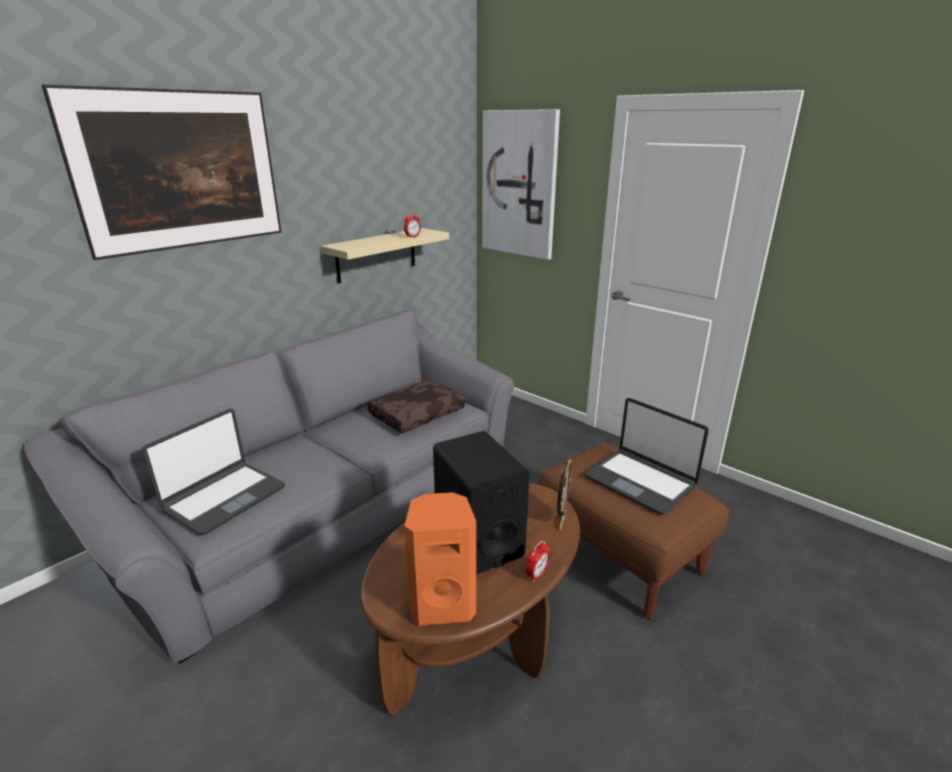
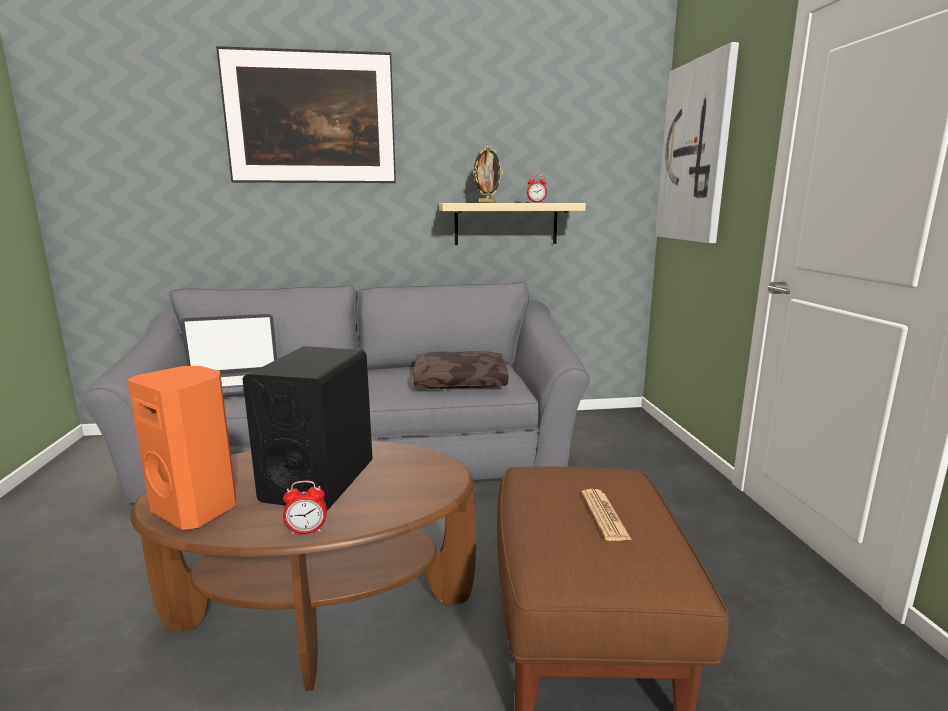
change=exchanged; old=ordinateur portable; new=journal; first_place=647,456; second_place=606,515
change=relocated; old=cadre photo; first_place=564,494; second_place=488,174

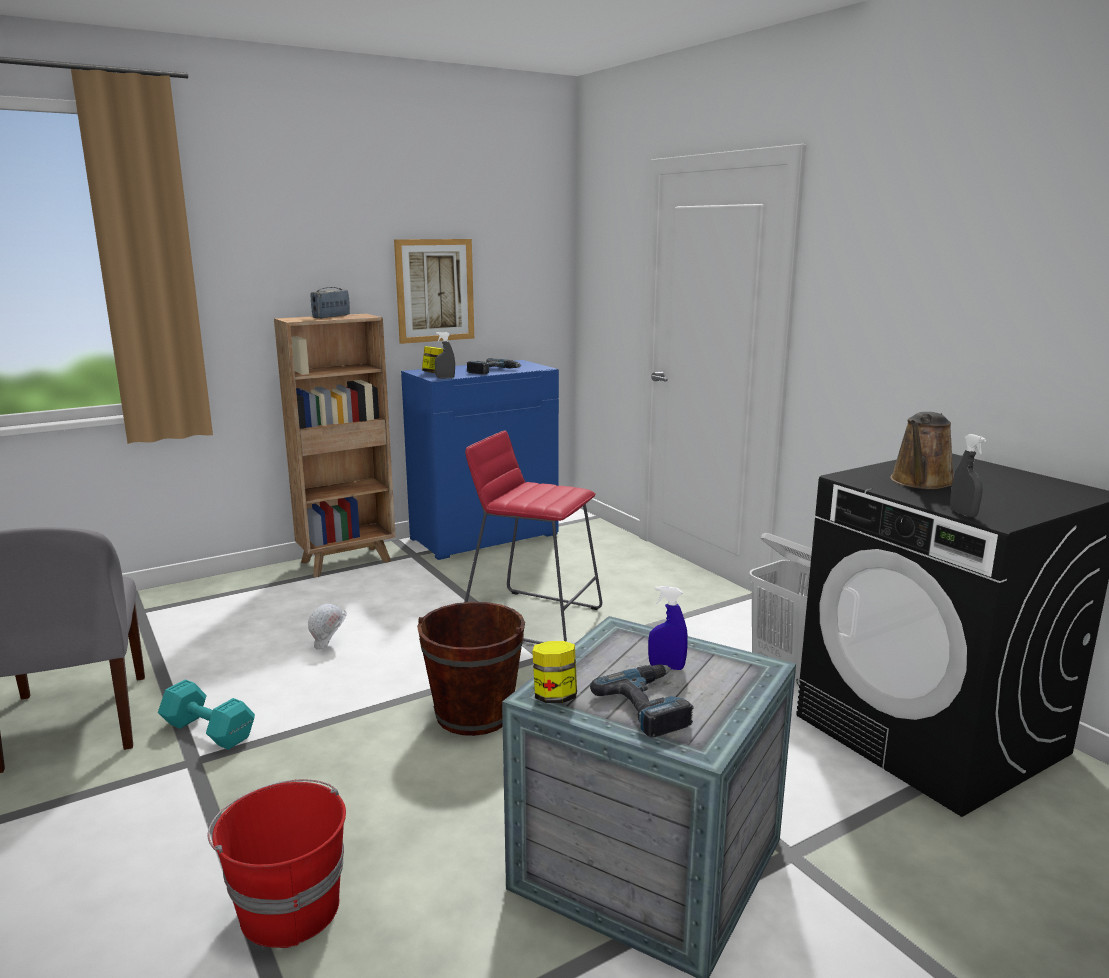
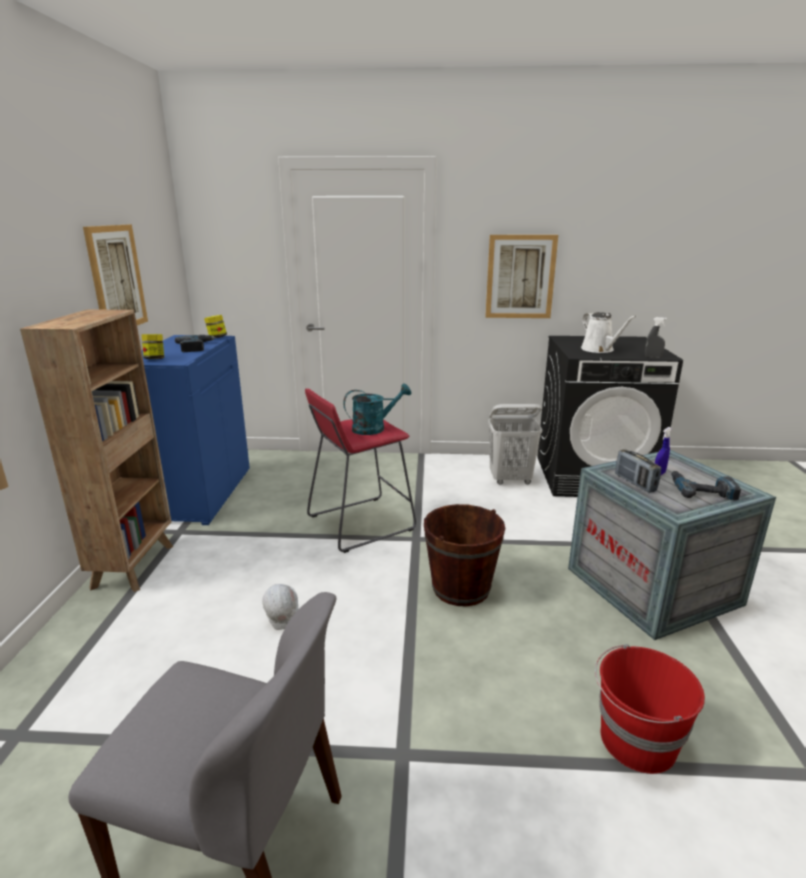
change=relocated; old=radio; first_place=330,303; second_place=638,471
change=missing; old=vaporisateur/gris; first_place=445,355
change=colour; old=arrosoir/marron; new=arrosoir/blanc; first_place=922,450; second_place=608,332
change=relocated; old=bocal; first_place=554,672; second_place=215,326
change=missing; old=haltère/turquoise; first_place=206,714
change=appeared; new=tableau; second_place=521,276
change=appeared; new=arrosoir/turquoise; second_place=377,409

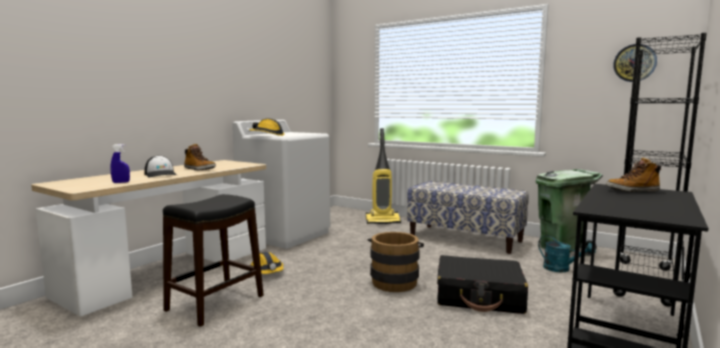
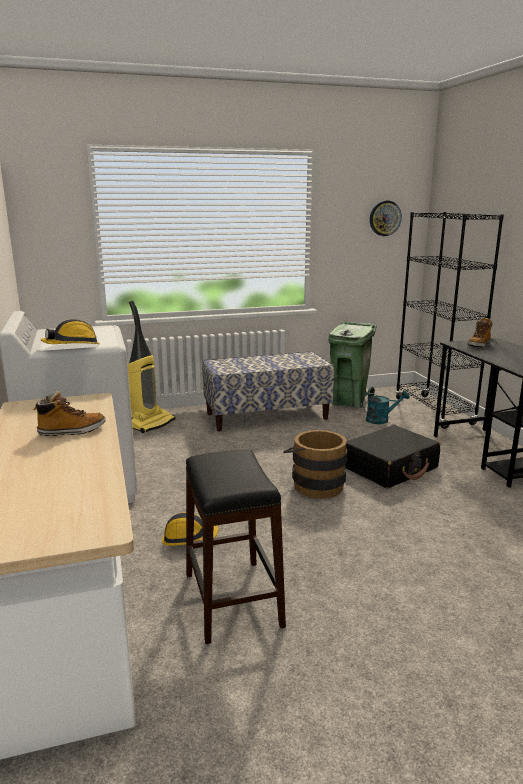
change=missing; old=vaporisateur/bleu; first_place=120,163
change=missing; old=casquette; first_place=160,166

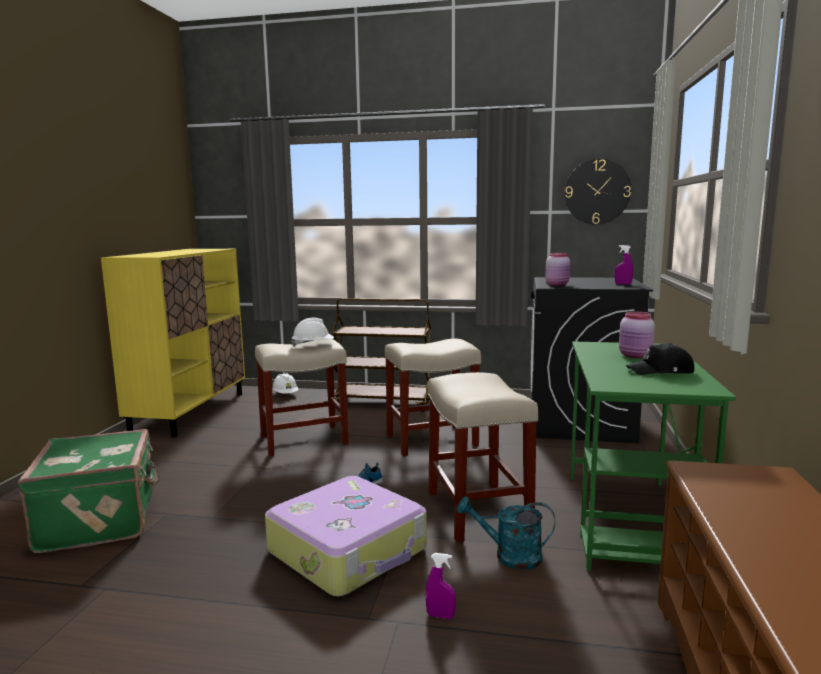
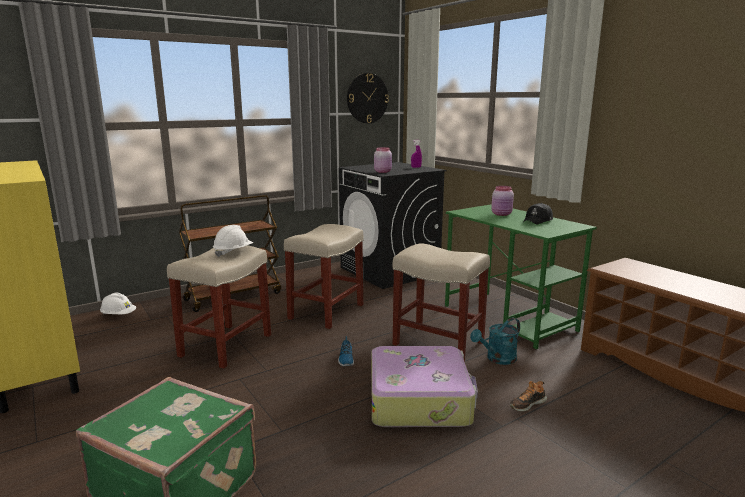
change=exchanged; old=vaporisateur/violet; new=chaussure; first_place=441,586; second_place=528,396

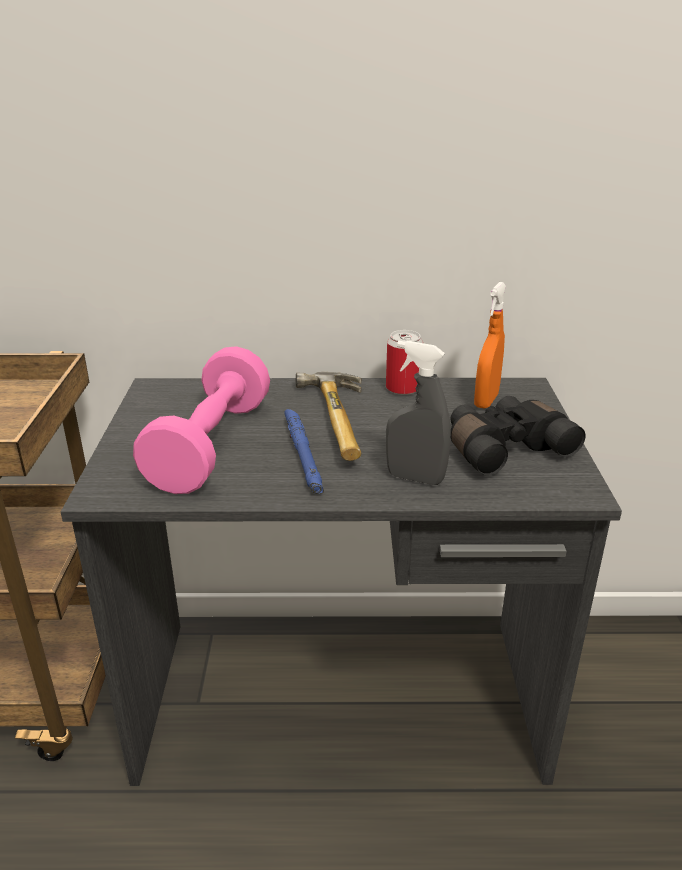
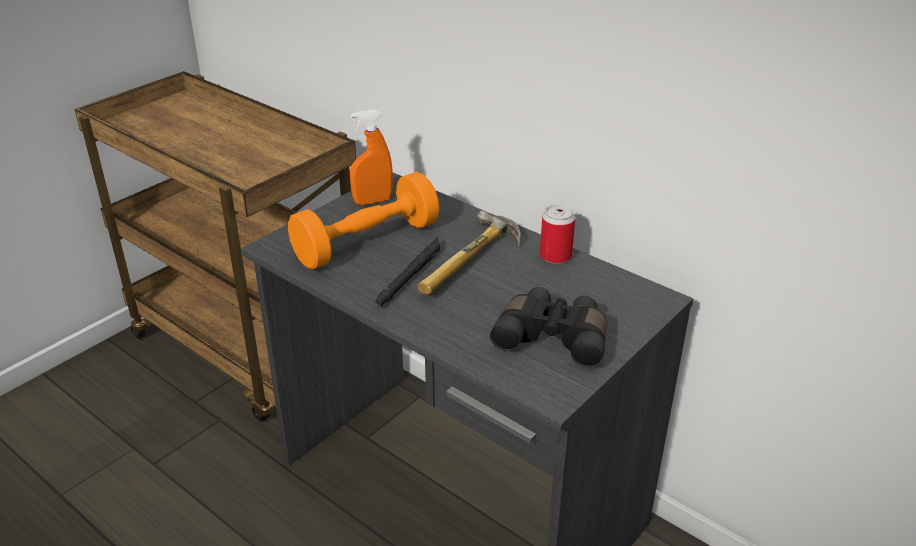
change=relocated; old=vaporisateur/orange; first_place=490,345; second_place=371,157
change=missing; old=vaporisateur/gris; first_place=418,413
change=colour; old=haltère/rose; new=haltère/orange; first_place=201,420; second_place=363,220
change=colour; old=lampe de poche/bleu; new=lampe de poche/noir; first_place=304,451; second_place=407,272

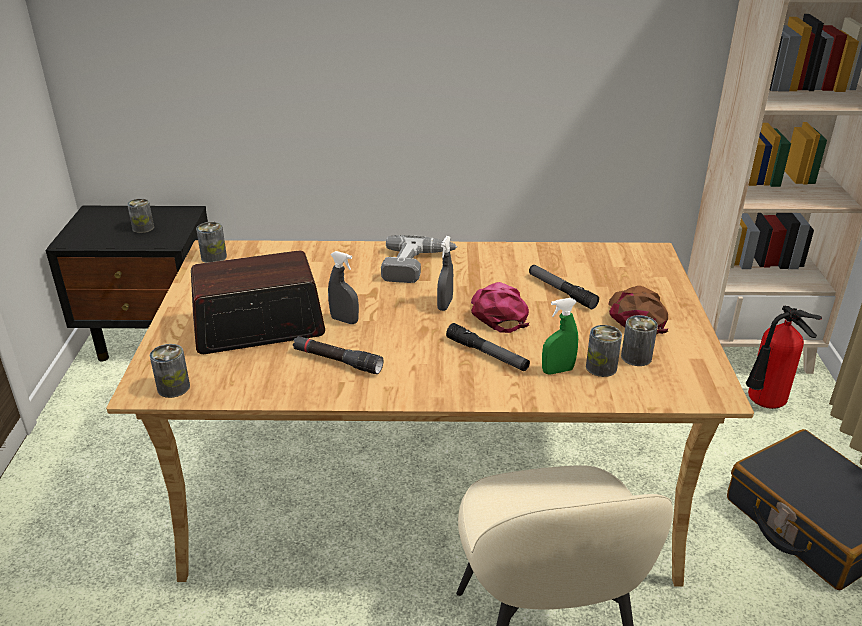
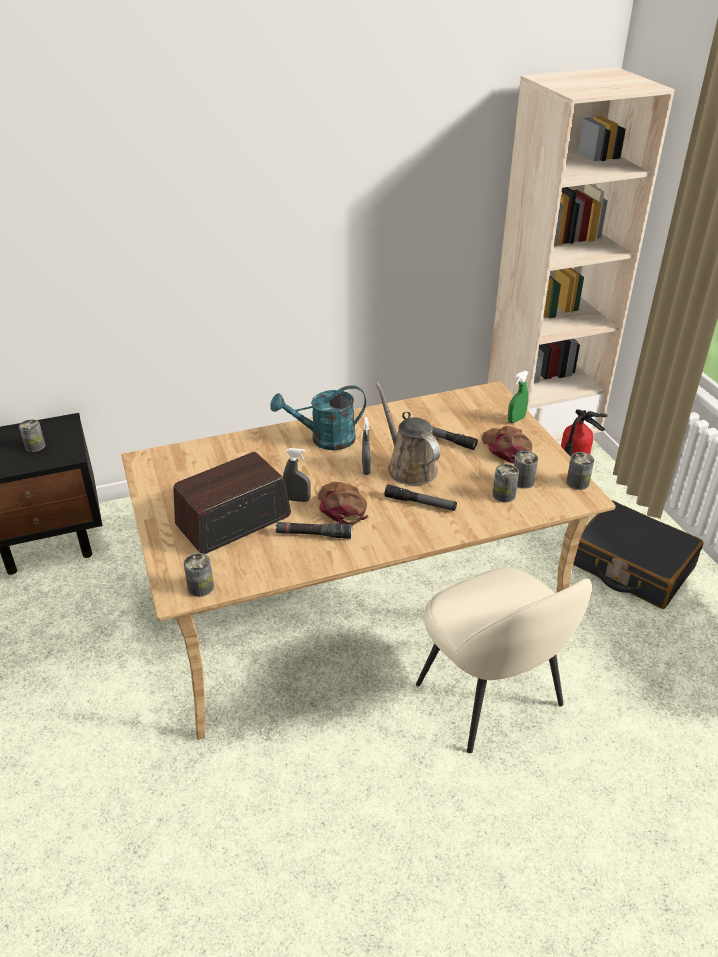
change=relocated; old=boîte métallique; first_place=211,242; second_place=580,471
change=exchanged; old=perceuse; new=arrosoir/turquoise; first_place=419,259; second_place=318,417
change=exchanged; old=casquette/rose; new=arrosoir/marron; first_place=500,307; second_place=408,433
change=relocated; old=vaporisateur/vert; first_place=560,336; second_place=518,397
change=appeared; new=casquette/marron; second_place=343,503

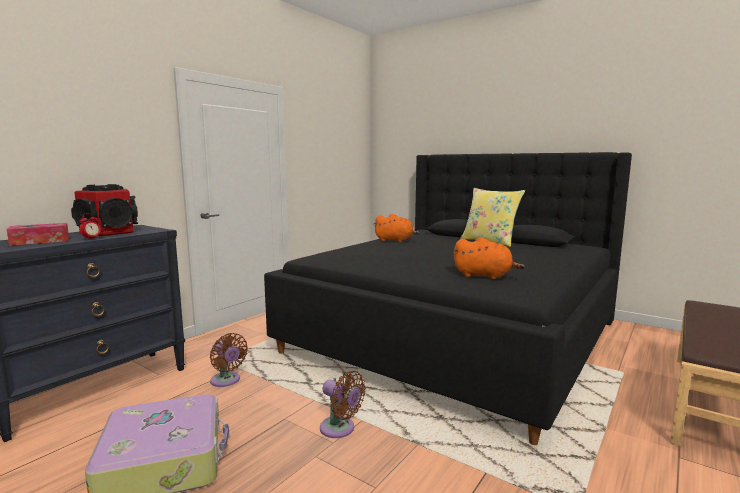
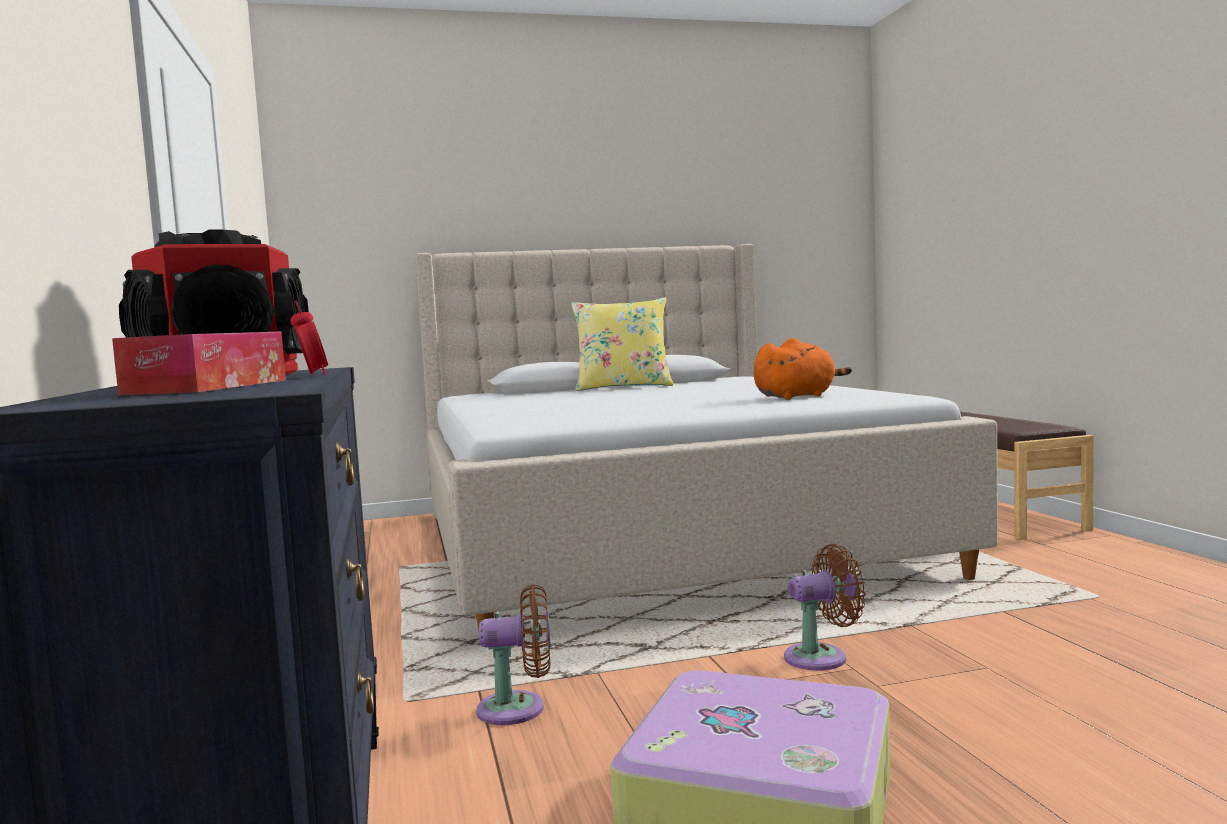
change=colour; old=lit/noir; new=lit/beige; first_place=448,298; second_place=706,437
change=missing; old=peluche/orange; first_place=396,228

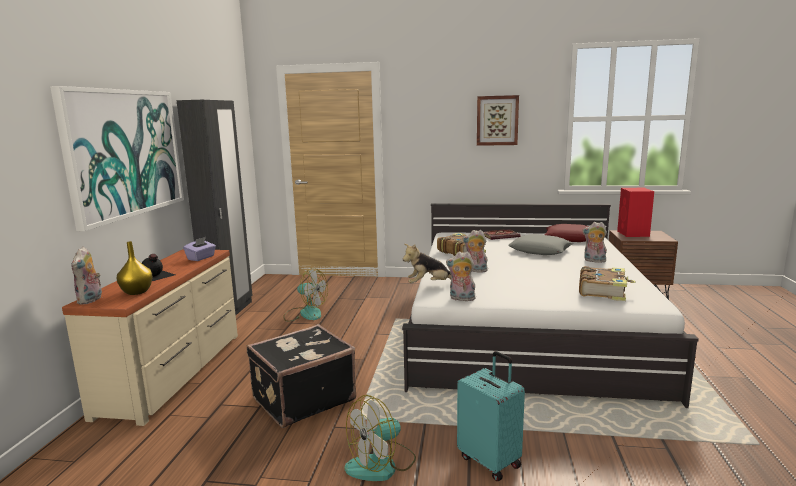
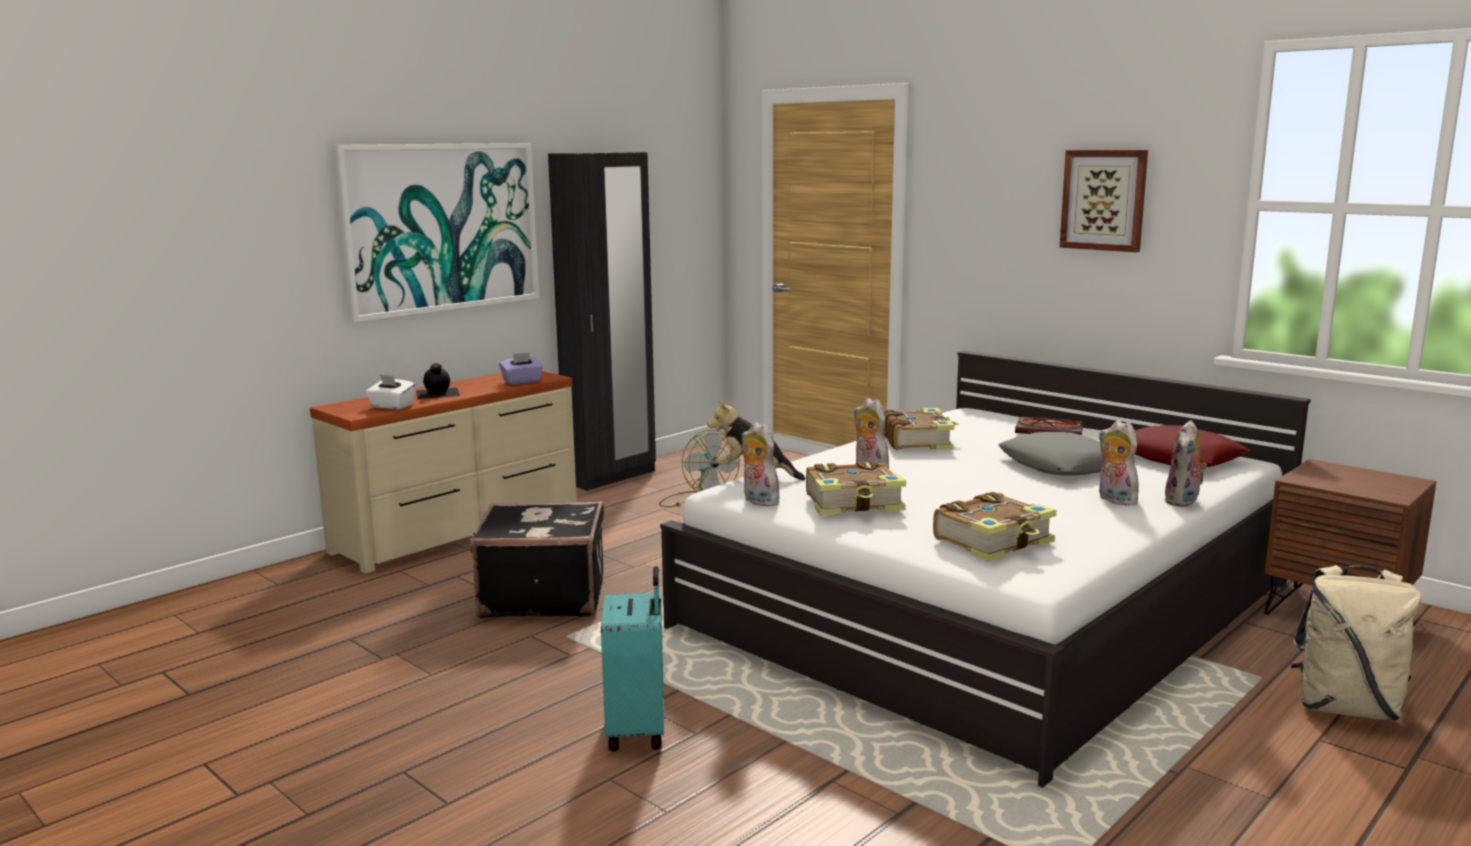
change=missing; old=enceinte/rouge; first_place=635,212
change=exchanged; old=vase/jaune; new=boîte à mouchoirs/blanc; first_place=135,268; second_place=391,391
change=relocated; old=peluche; first_place=86,275; second_place=1186,463
change=missing; old=ventilateur; first_place=380,438
change=appeared; new=livre; second_place=856,488
change=appeared; new=sac à dos/beige; second_place=1356,643

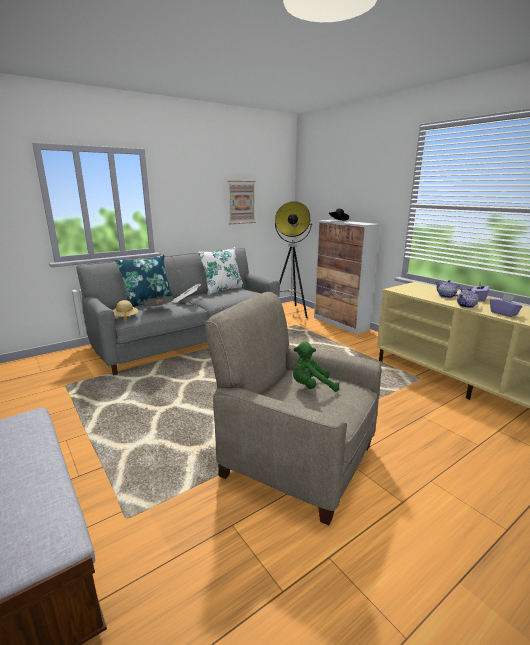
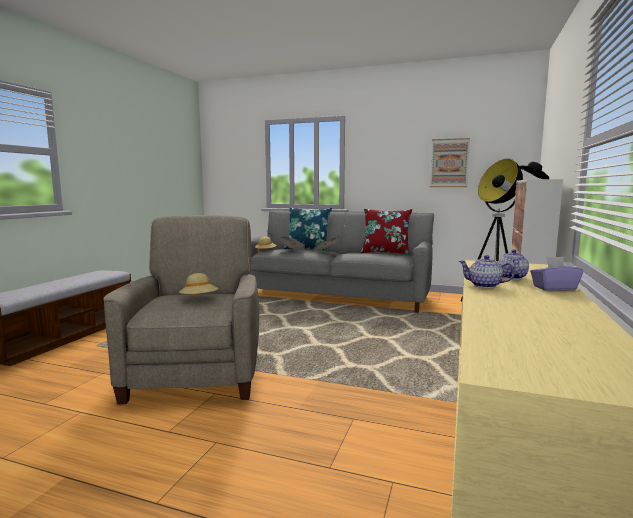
change=colour; old=coussin/blanc; new=coussin/rouge; first_place=221,271; second_place=386,232
change=missing; old=boîte à mouchoirs/violet; first_place=506,305
change=exchanged; old=peluche/vert; new=chapeau/beige; first_place=316,367; second_place=199,284

